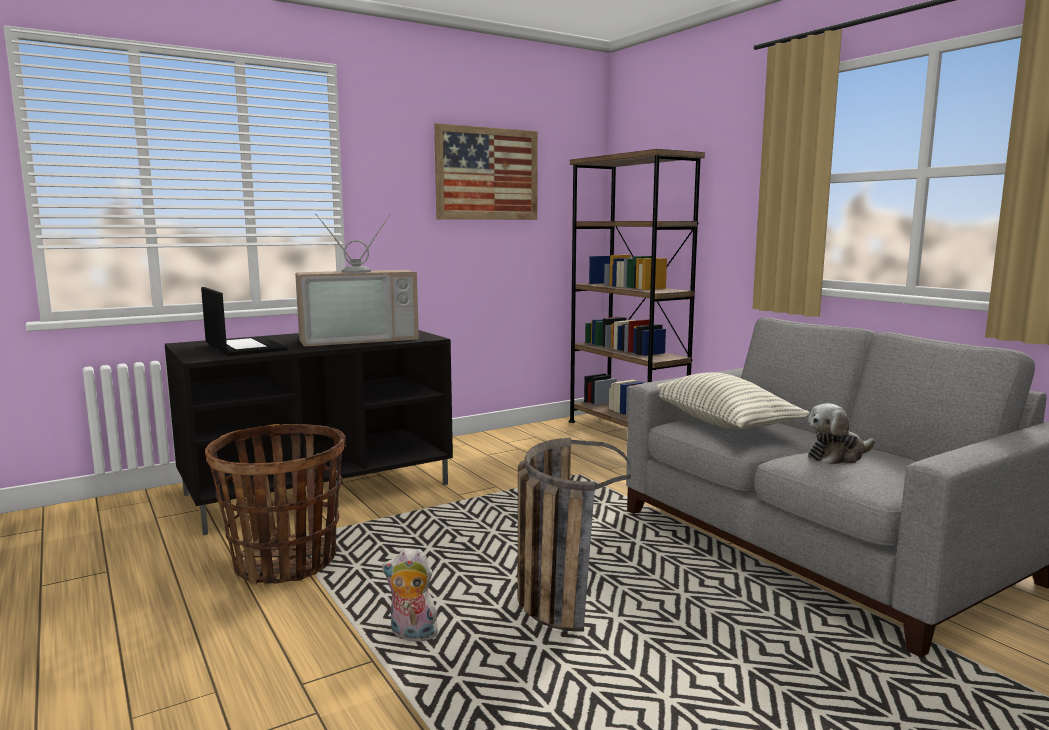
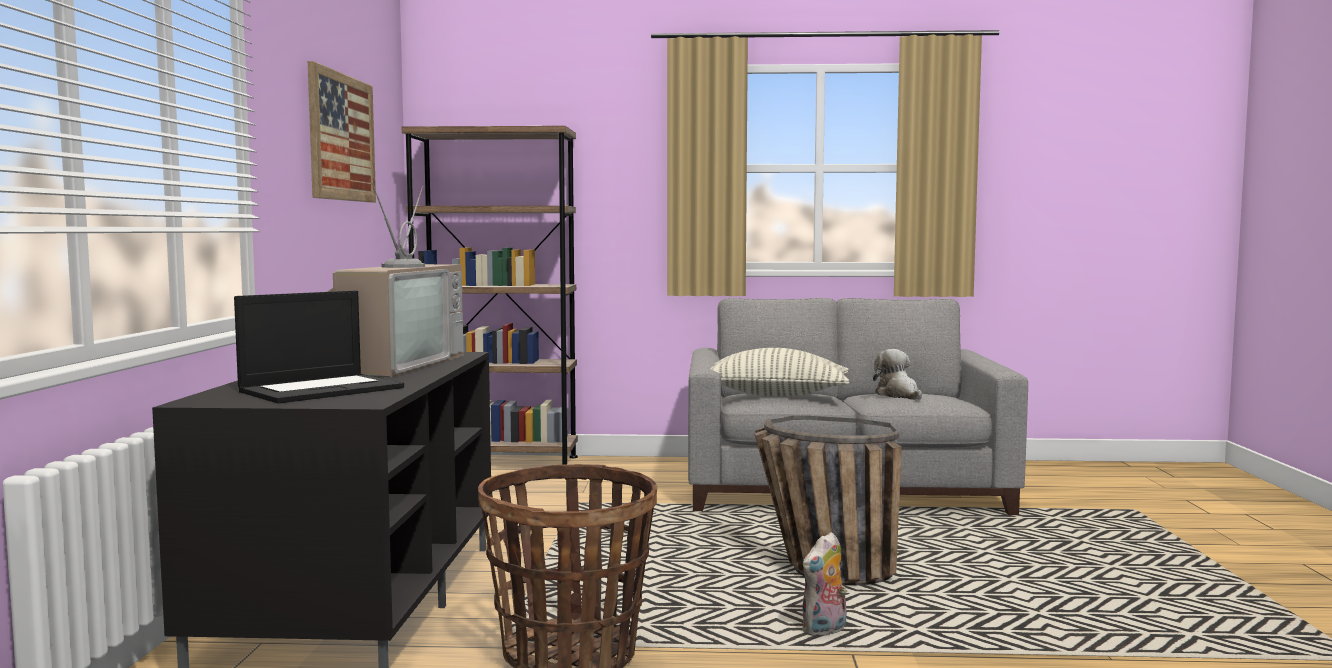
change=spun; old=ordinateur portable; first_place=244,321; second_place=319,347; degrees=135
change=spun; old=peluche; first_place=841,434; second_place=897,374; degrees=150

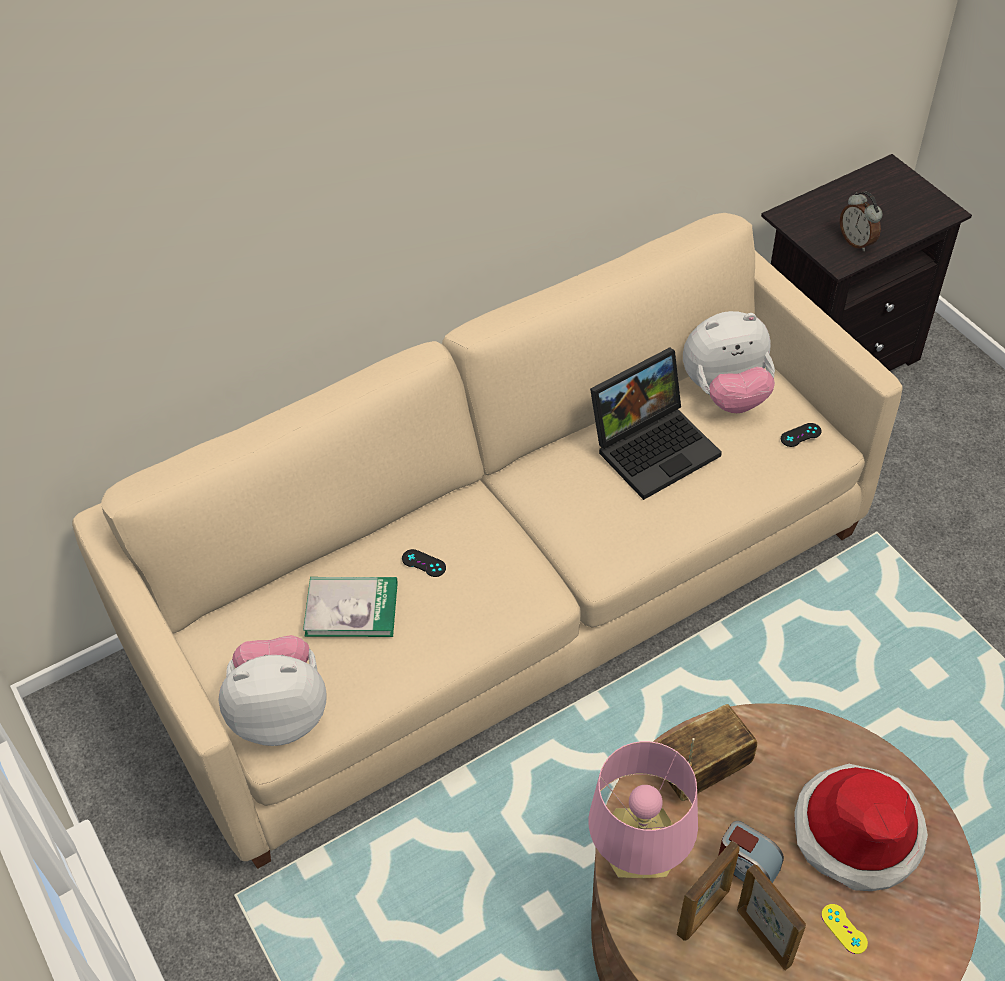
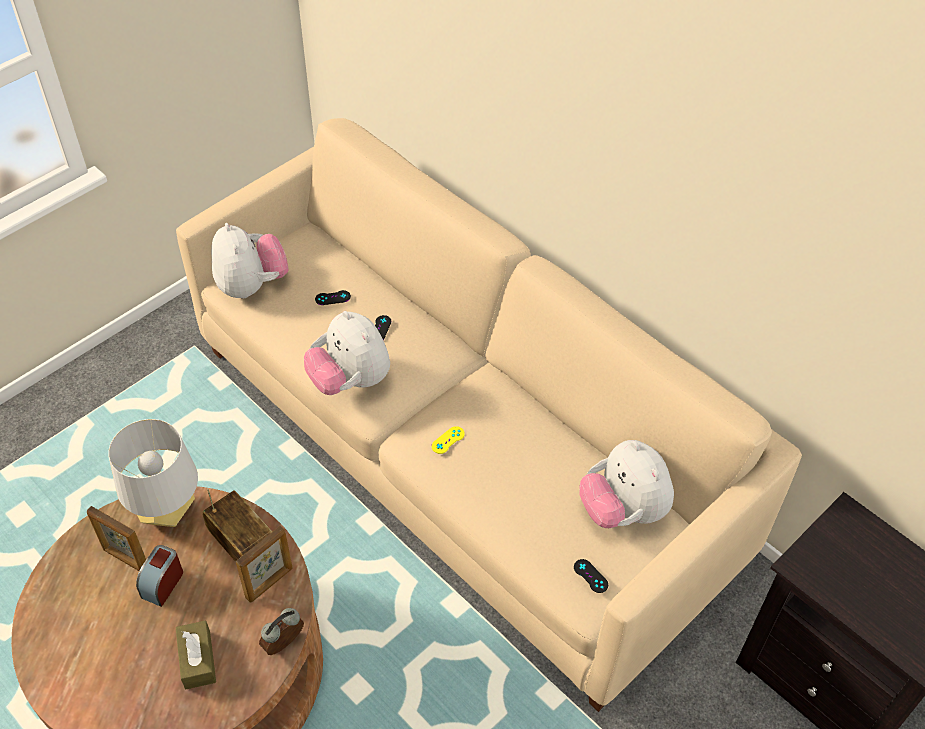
change=relocated; old=réveil; first_place=861,221; second_place=281,631
change=missing; old=ordinateur portable; first_place=656,423
change=exchanged; old=livre; new=manette/noir; first_place=350,607; second_place=333,297
change=colour; old=lampe de table/rose; new=lampe de table/gris; first_place=643,809; second_place=153,473
change=exchanged; old=chapeau; new=boîte à mouchoirs/marron; first_place=861,827; second_place=196,654
change=relocated; old=cadre photo; first_place=771,917; second_place=264,563
change=relocated; old=manette/jaune; first_place=844,929; second_place=448,440
change=appeared; new=peluche; second_place=347,353

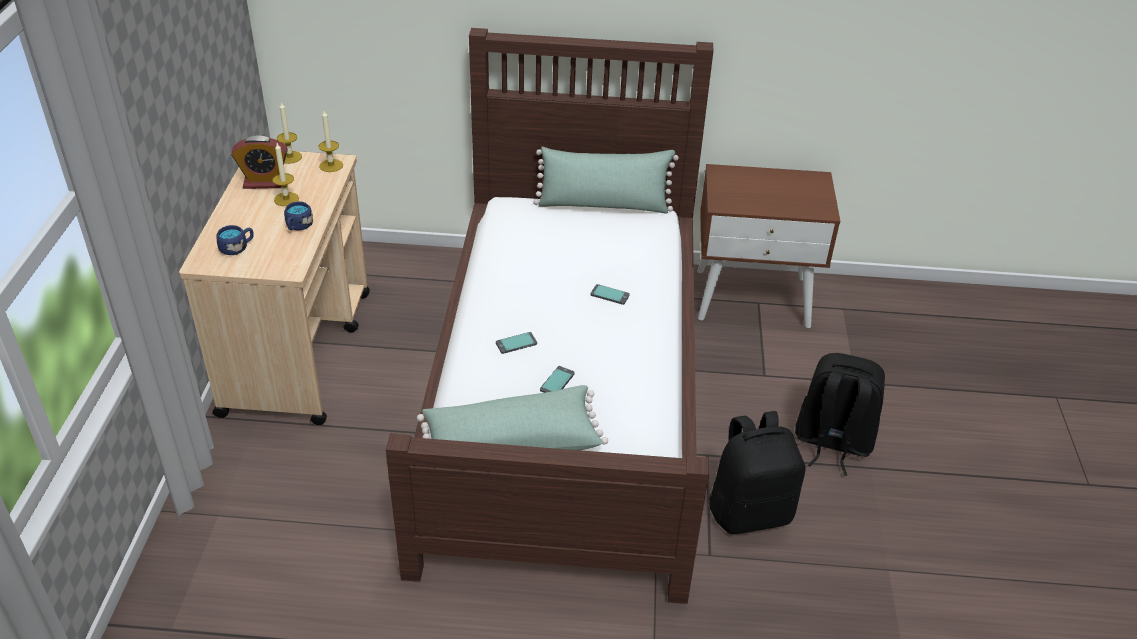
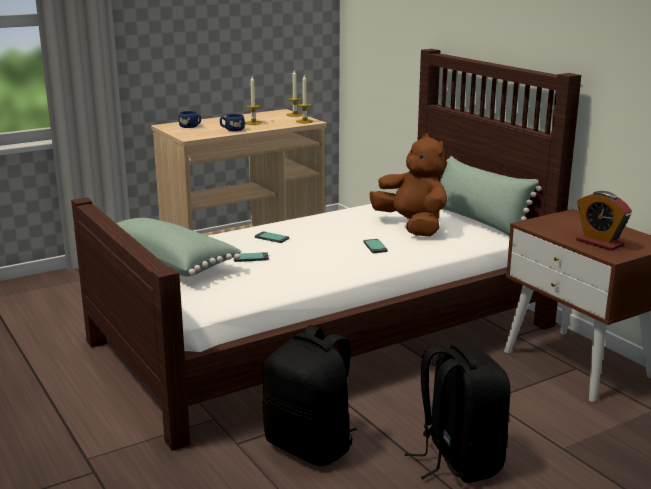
change=relocated; old=réveil; first_place=259,162; second_place=604,221
change=appeared; new=peluche/marron; second_place=408,184

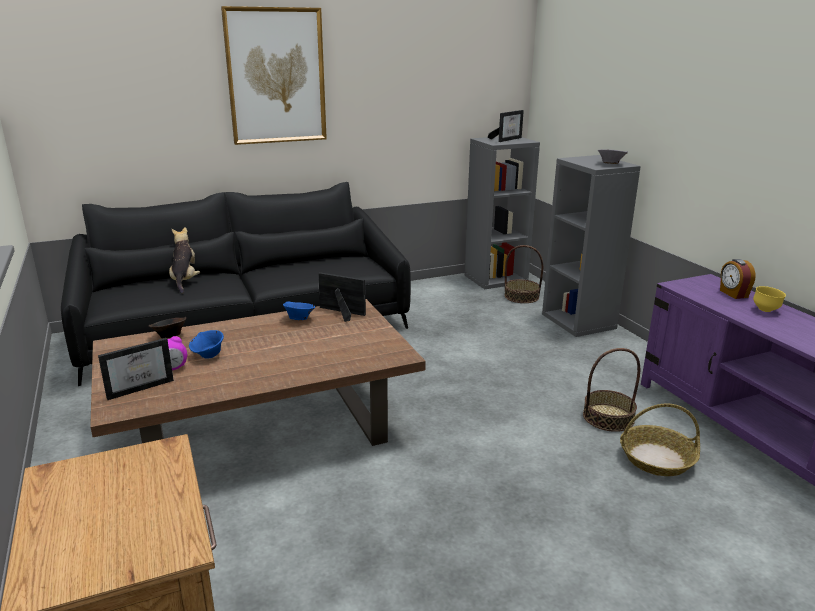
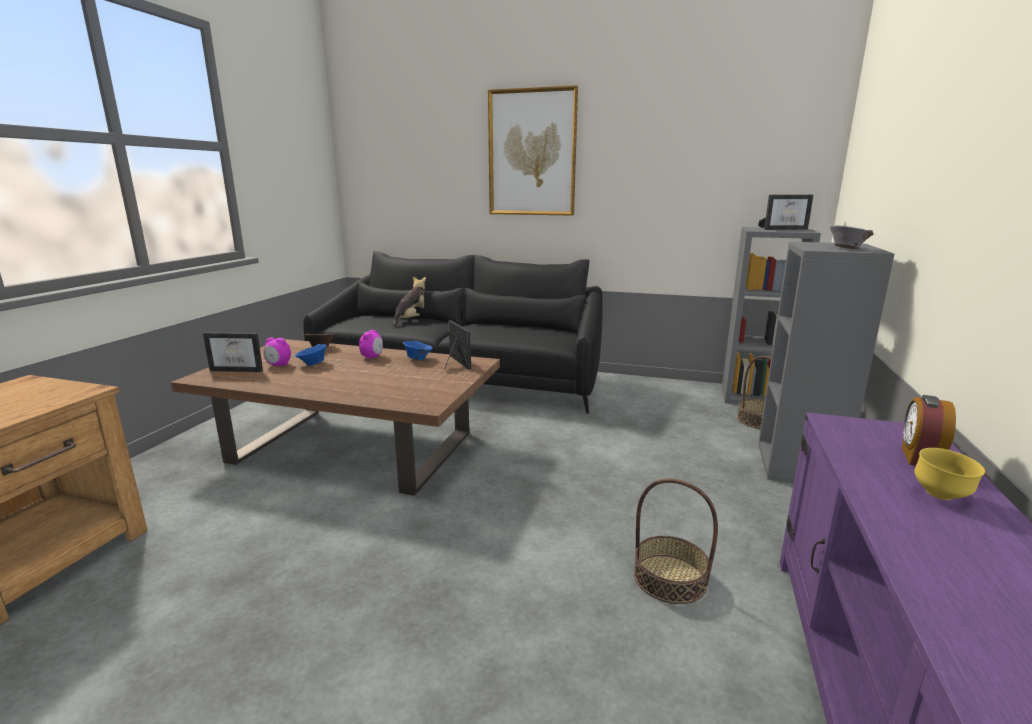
change=missing; old=panier; first_place=660,439
change=appeared; new=réveil; second_place=371,345

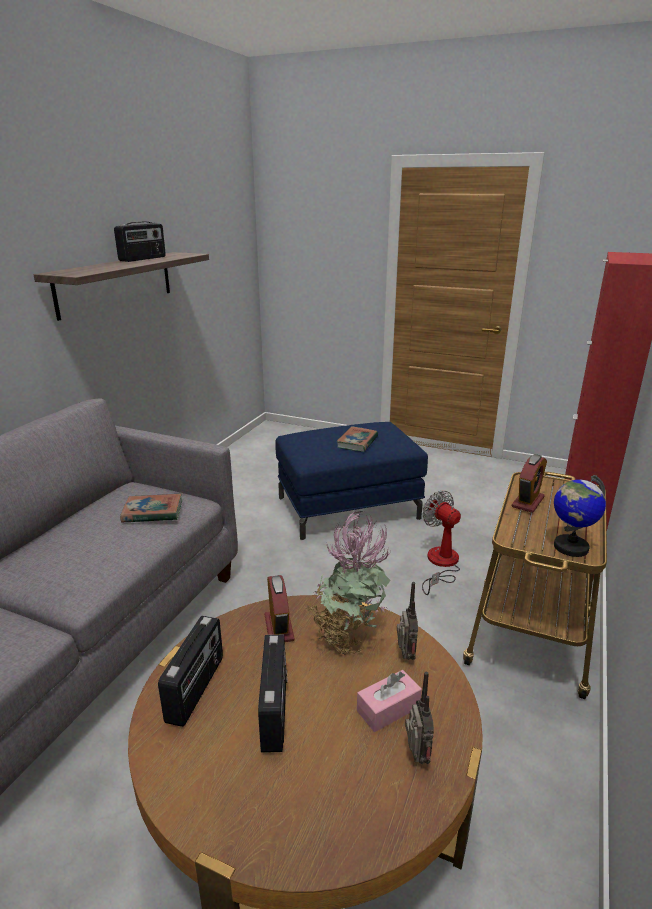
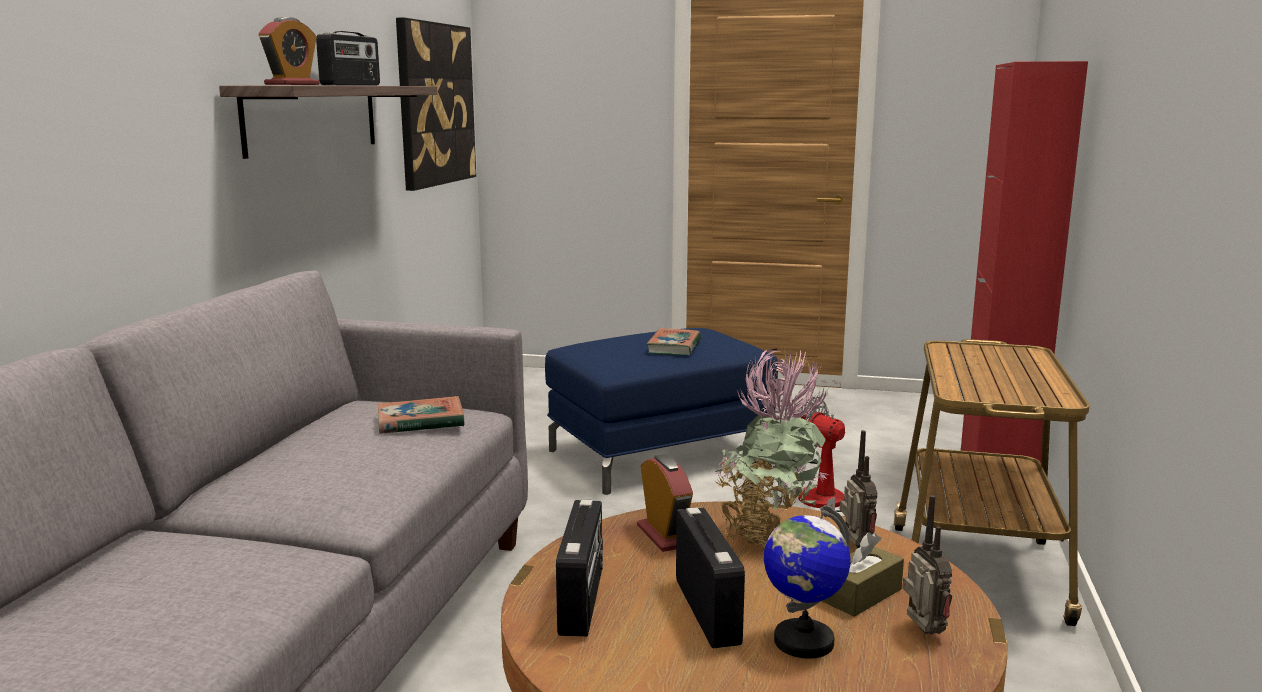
change=relocated; old=réveil; first_place=529,483; second_place=289,51
change=relocated; old=globe; first_place=580,516; second_place=807,582
change=colour; old=boîte à mouchoirs/rose; new=boîte à mouchoirs/marron; first_place=389,701; second_place=863,575
change=appeared; new=tableau; second_place=436,104

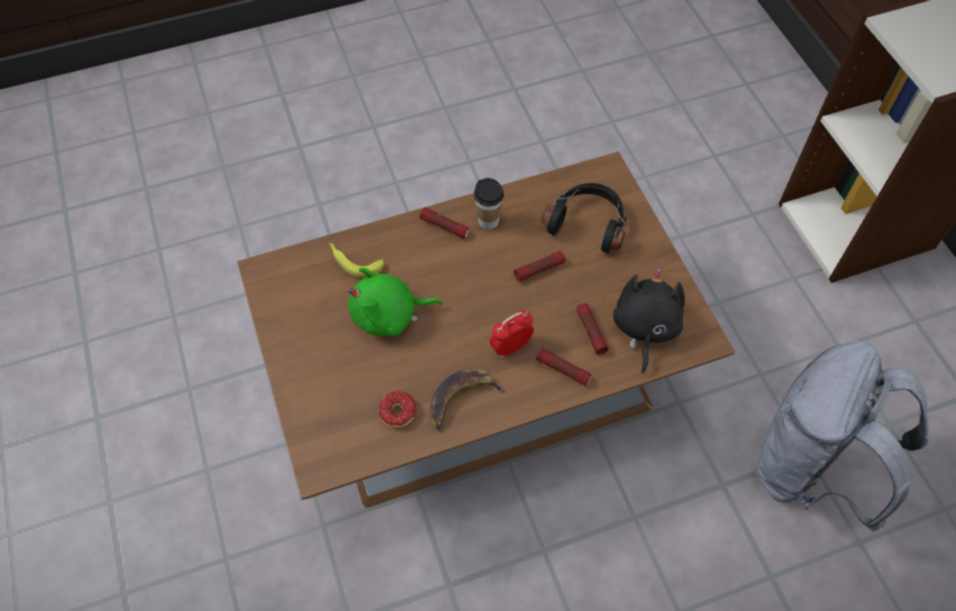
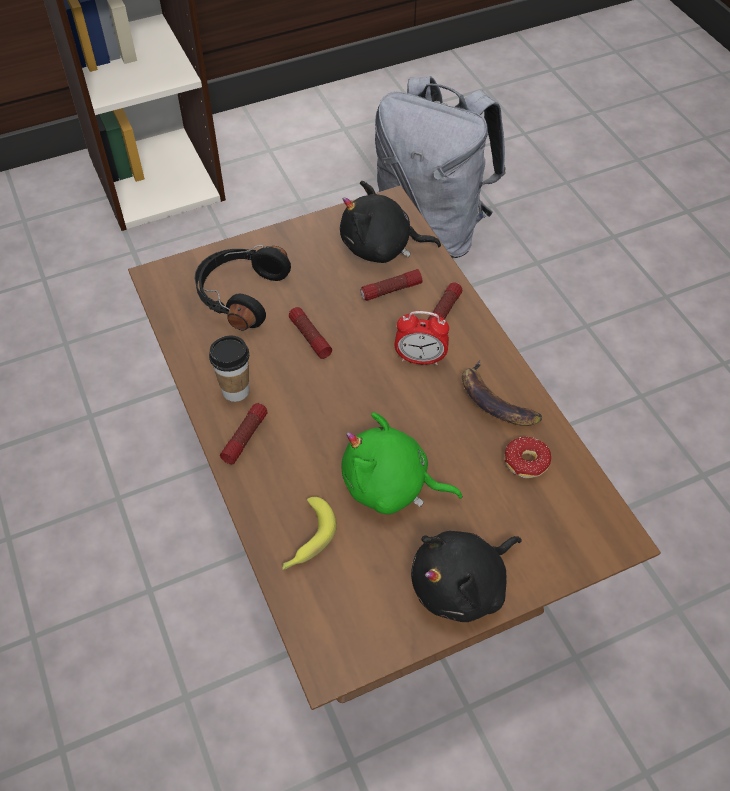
change=spun; old=peluche/vert; first_place=394,302; second_place=402,463; degrees=120
change=spun; old=réveil; first_place=512,333; second_place=422,338; degrees=-45
change=appeared; new=peluche/noir; second_place=466,576

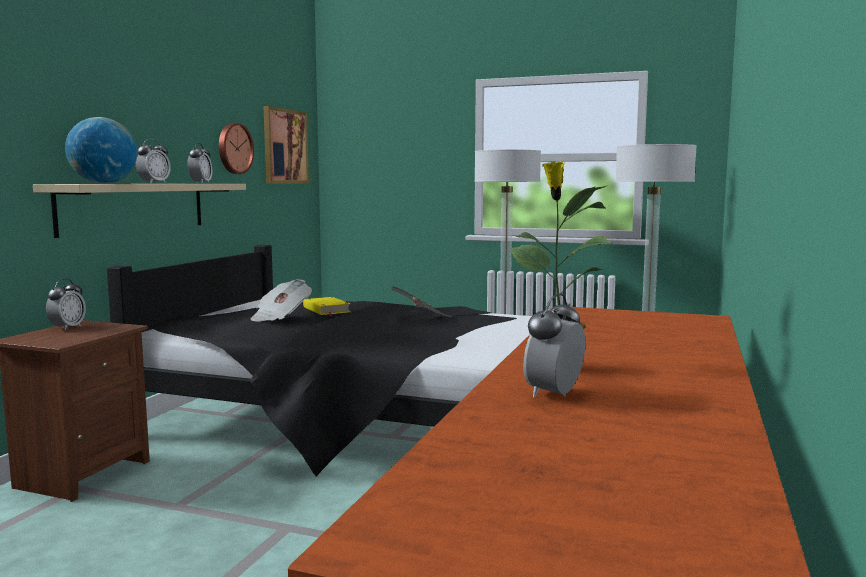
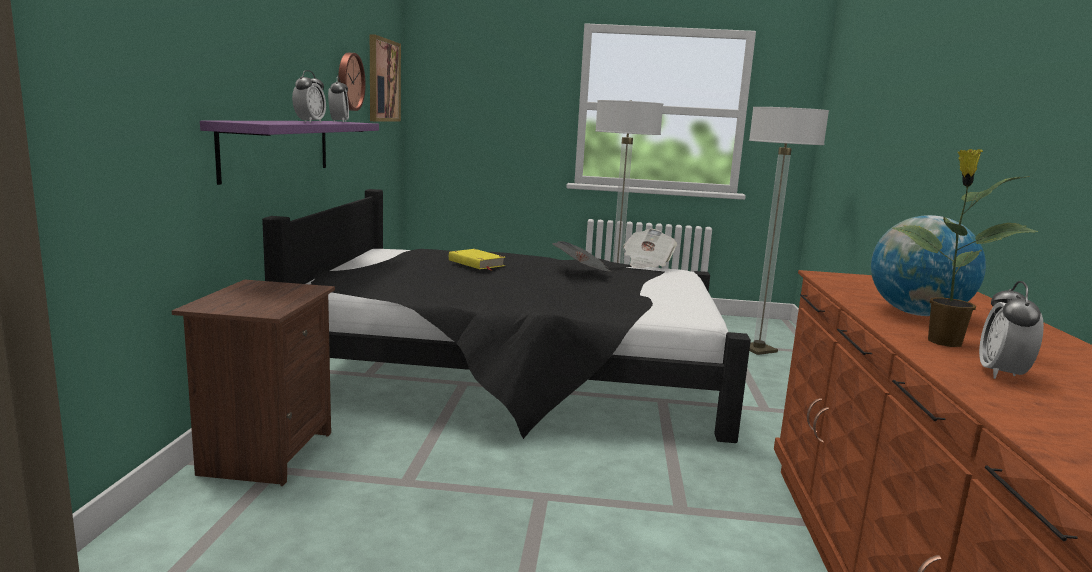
change=relocated; old=globe; first_place=101,150; second_place=928,265
change=colour; old=étagère/beige; new=étagère/violet; first_place=139,211; second_place=289,153
change=missing; old=réveil; first_place=66,304
change=relocated; old=journal; first_place=281,300; second_place=650,248

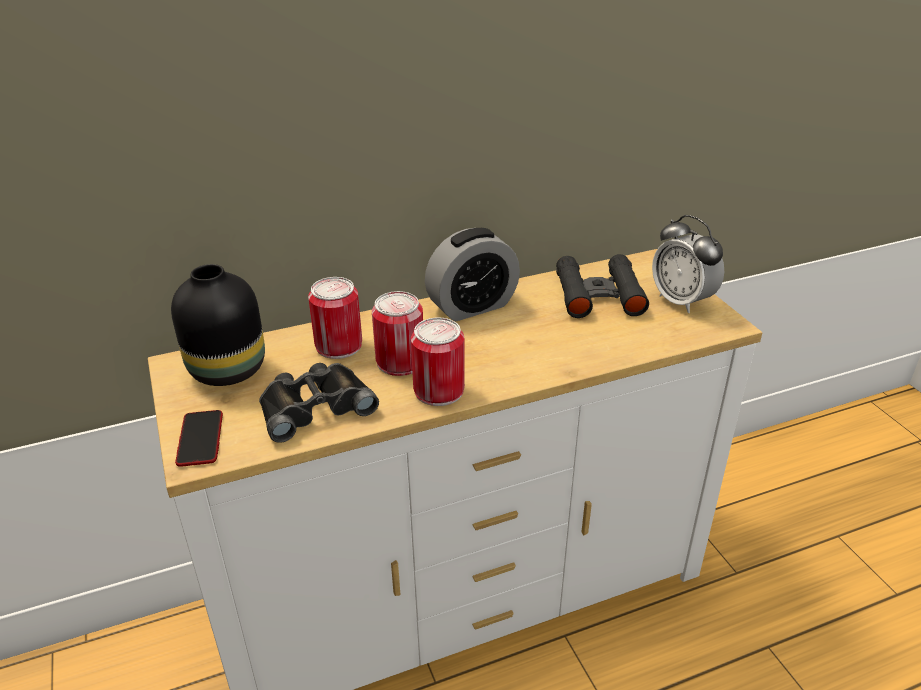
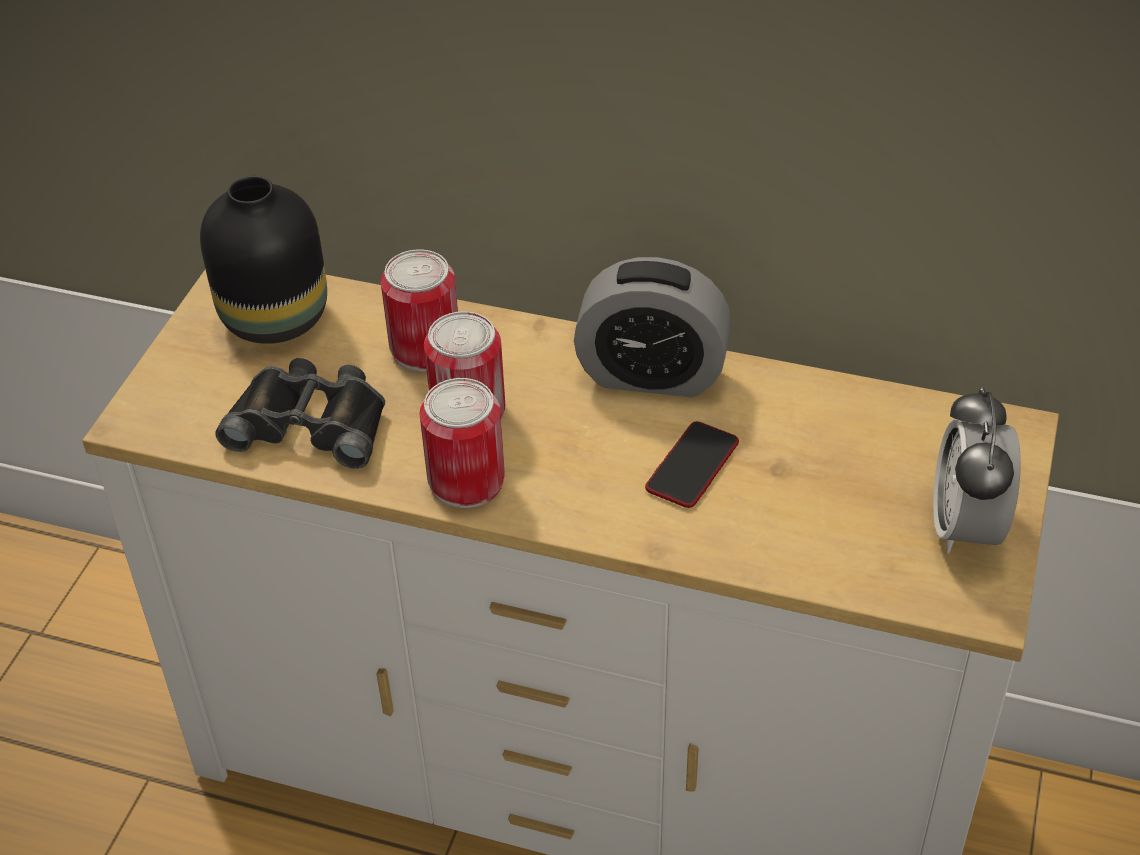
change=missing; old=jumelles/noir; first_place=602,286
change=relocated; old=téléphone; first_place=199,438; second_place=692,464

